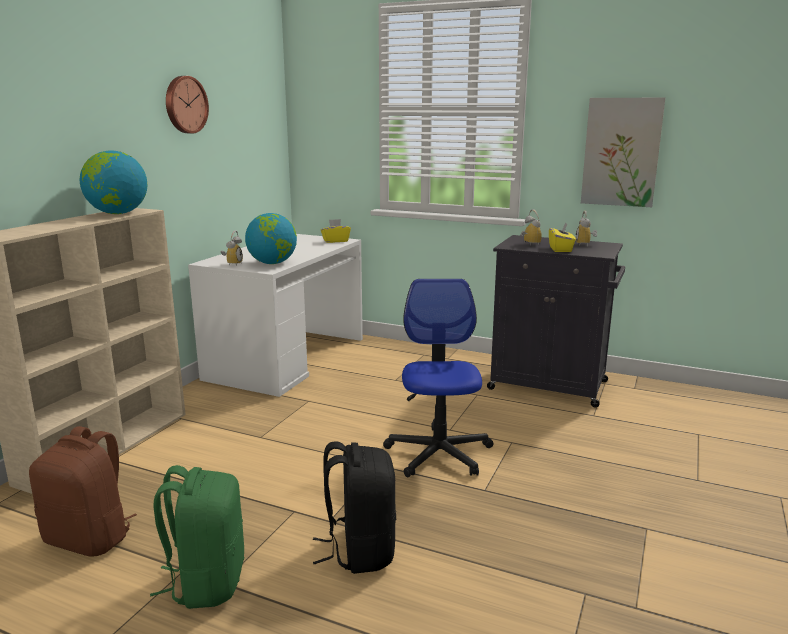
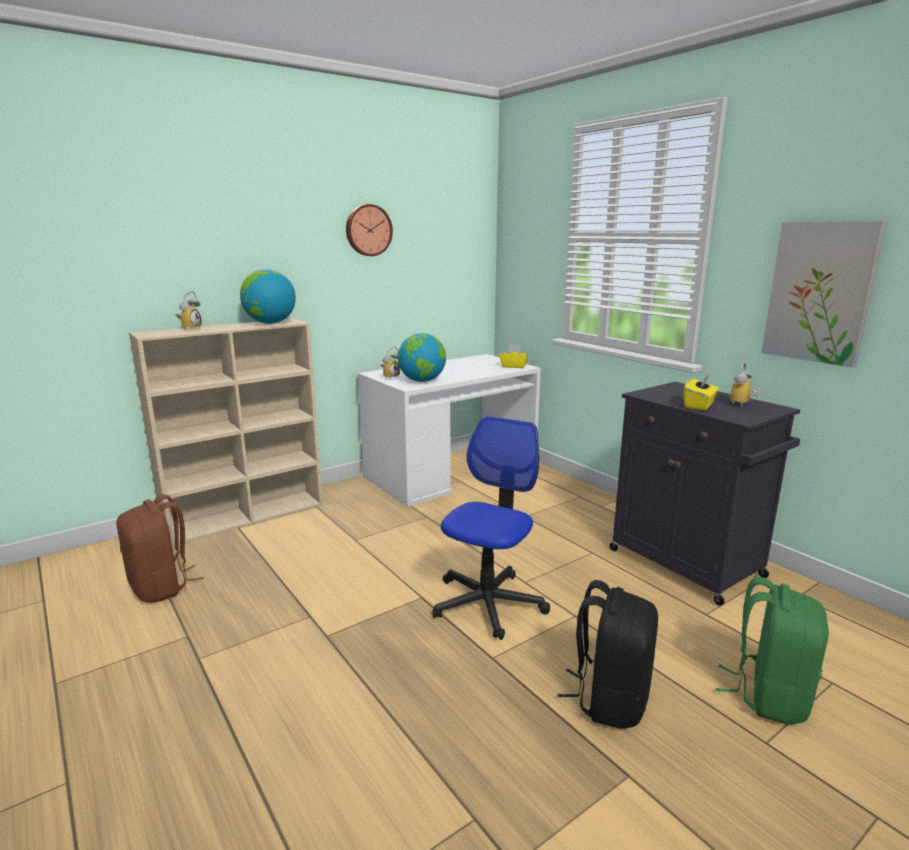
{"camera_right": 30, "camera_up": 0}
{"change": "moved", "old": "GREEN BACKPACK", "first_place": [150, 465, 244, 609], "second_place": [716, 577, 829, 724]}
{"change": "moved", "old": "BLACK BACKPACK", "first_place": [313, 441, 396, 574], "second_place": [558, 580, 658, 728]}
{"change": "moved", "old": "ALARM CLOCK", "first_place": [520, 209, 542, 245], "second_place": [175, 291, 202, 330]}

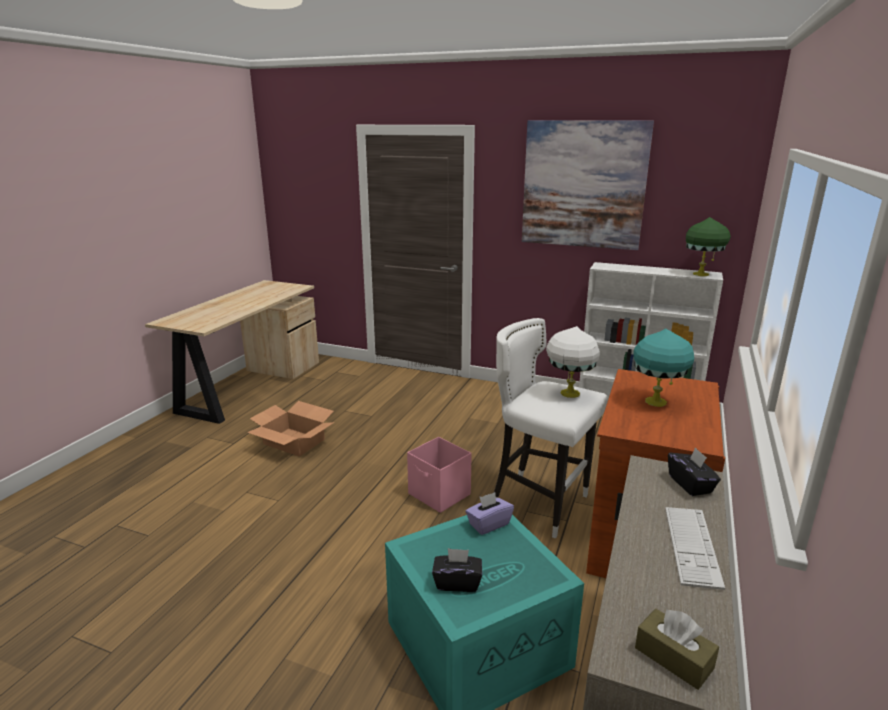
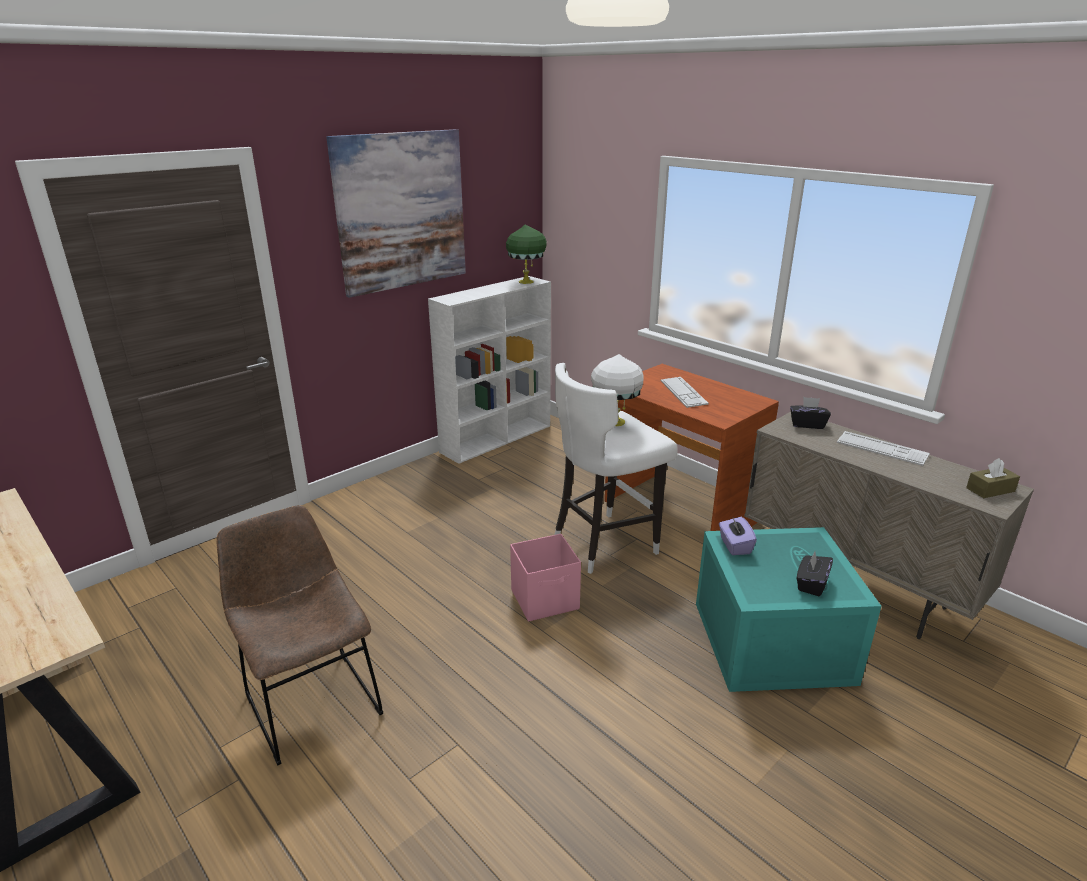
{"camera_right": -65, "camera_up": 5}
{"change": "replaced", "old": "CARDBOARD BOX", "new": "BROWN CHAIR", "first_place": [247, 401, 335, 456], "second_place": [216, 505, 383, 765]}
{"change": "replaced", "old": "TURQUOISE TABLE LAMP", "new": "KEYBOARD", "first_place": [633, 328, 694, 407], "second_place": [661, 377, 709, 408]}

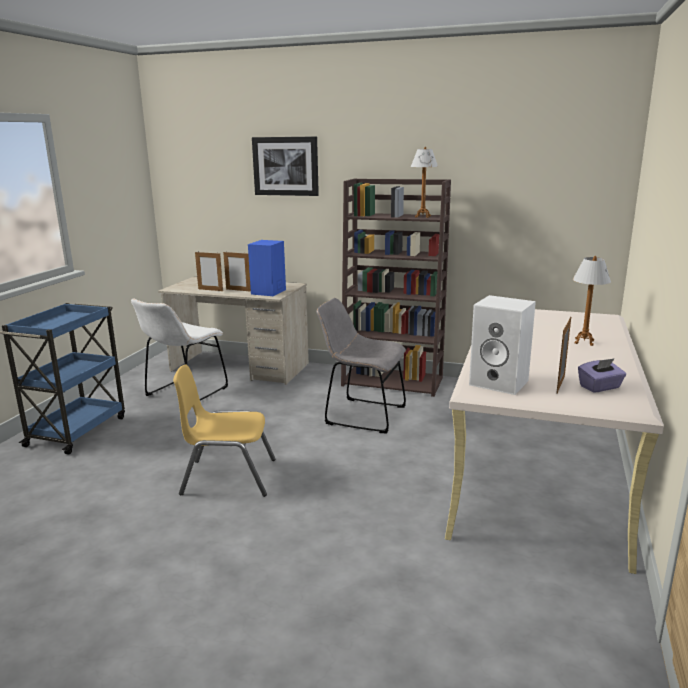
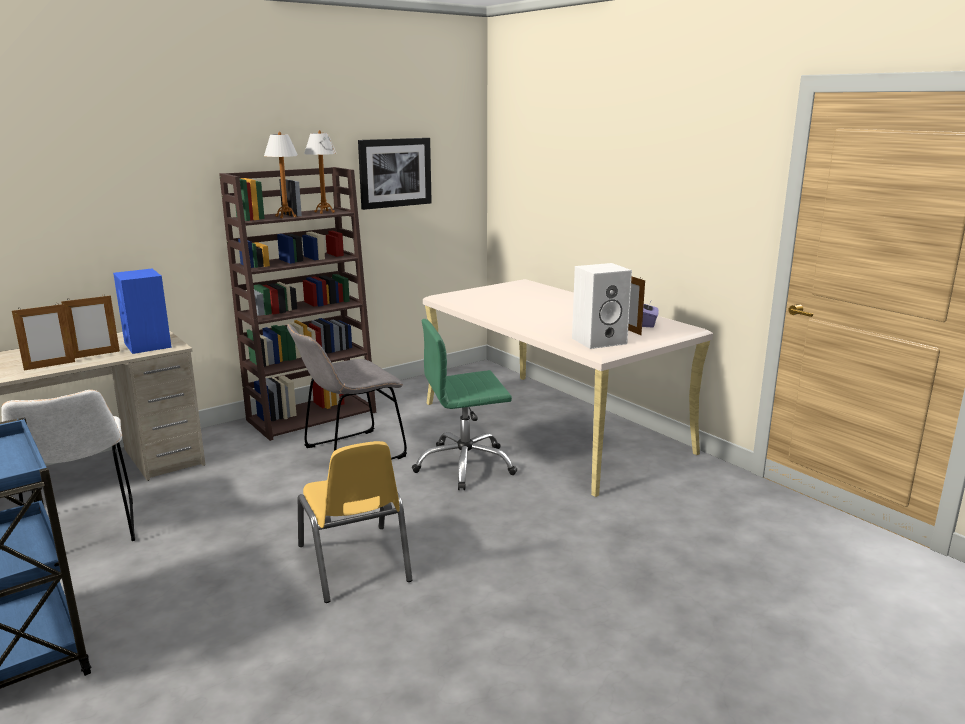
{"camera_right": -55, "camera_up": 0}
{"change": "turned", "old": "YELLOW CHAIR", "first_place": [173, 364, 276, 497], "second_place": [298, 441, 413, 603], "degrees": -60}
{"change": "moved", "old": "PICTURE", "first_place": [252, 136, 319, 196], "second_place": [358, 138, 432, 210]}
{"change": "moved", "old": "TABLE LAMP", "first_place": [573, 256, 611, 346], "second_place": [264, 132, 298, 218]}
{"change": "added", "new": "GREEN OFFICE CHAIR", "second_place": [412, 319, 517, 490]}

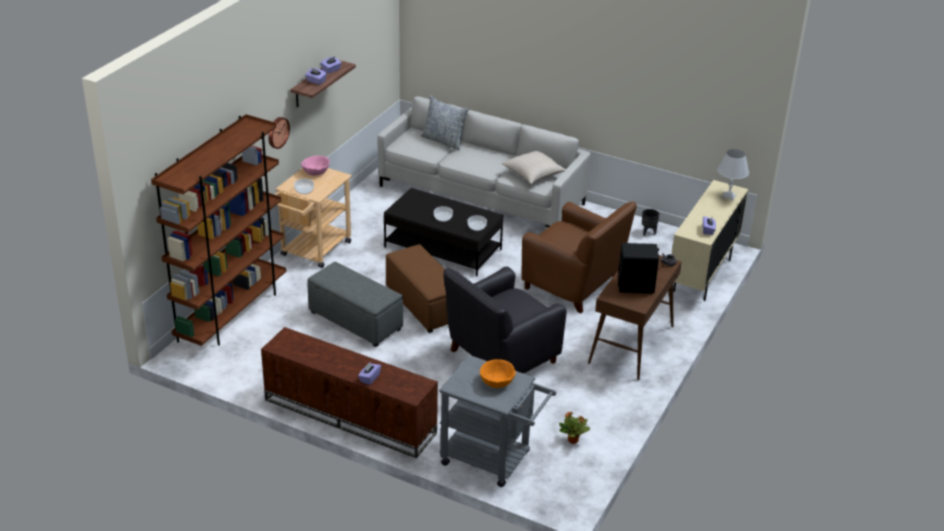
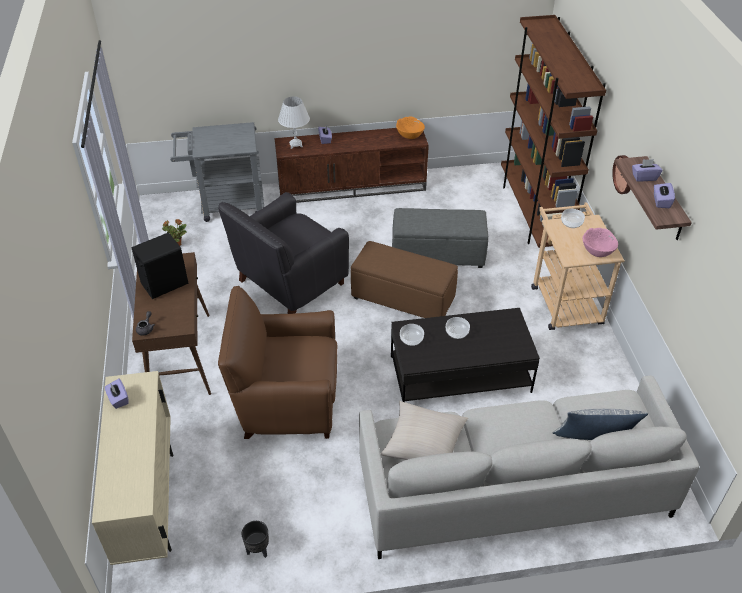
{"camera_right": 145, "camera_up": 10}
{"change": "turned", "old": "BLACK ARMCHAIR", "first_place": [443, 267, 566, 374], "second_place": [218, 192, 349, 314], "degrees": -150}
{"change": "moved", "old": "ORANGE BOWL", "first_place": [480, 359, 516, 388], "second_place": [396, 117, 425, 139]}
{"change": "moved", "old": "WHITE TABLE LAMP", "first_place": [717, 149, 749, 201], "second_place": [278, 97, 310, 149]}

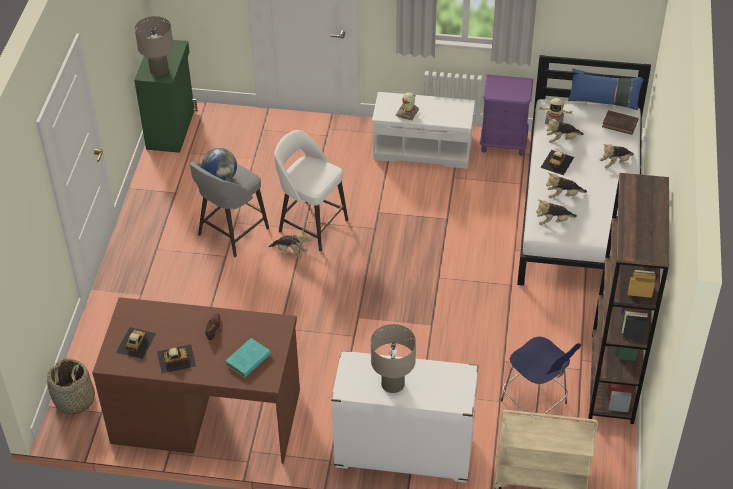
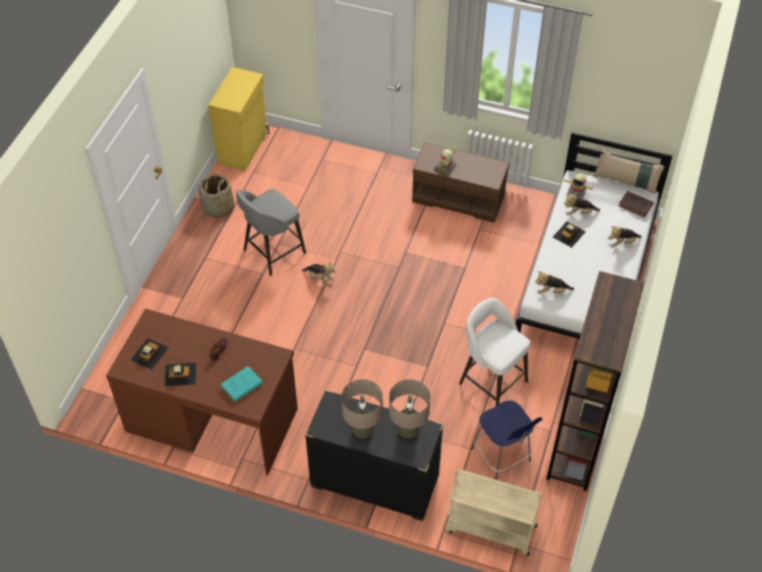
{"camera_right": 10, "camera_up": 5}
{"change": "moved", "old": "BASKET", "first_place": [47, 358, 95, 415], "second_place": [199, 174, 234, 218]}
{"change": "recoloured", "old": "GREEN CABINET", "new": "YELLOW CABINET", "first_place": [134, 40, 198, 153], "second_place": [208, 67, 270, 171]}
{"change": "moved", "old": "BEIGE TABLE LAMP", "first_place": [135, 16, 174, 76], "second_place": [389, 379, 430, 438]}
{"change": "removed", "old": "GLOBE", "first_place": [201, 148, 237, 181]}
{"change": "moved", "old": "WHITE STOOL", "first_place": [274, 130, 348, 251], "second_place": [459, 298, 531, 406]}
{"change": "recoloured", "old": "WHITE DRESSER", "new": "BLACK DRESSER", "first_place": [331, 350, 479, 483], "second_place": [305, 390, 443, 521]}
{"change": "recoloured", "old": "WHITE BENCH", "new": "BROWN BENCH", "first_place": [372, 92, 475, 169], "second_place": [412, 143, 509, 223]}
{"change": "removed", "old": "PURPLE NIGHTSTAND", "first_place": [480, 74, 533, 156]}
{"change": "removed", "old": "PLUSH TOY", "first_place": [546, 173, 587, 198]}
{"change": "recoloured", "old": "BLUE PILLOW", "new": "BEIGE PILLOW", "first_place": [568, 68, 644, 110], "second_place": [594, 147, 665, 194]}

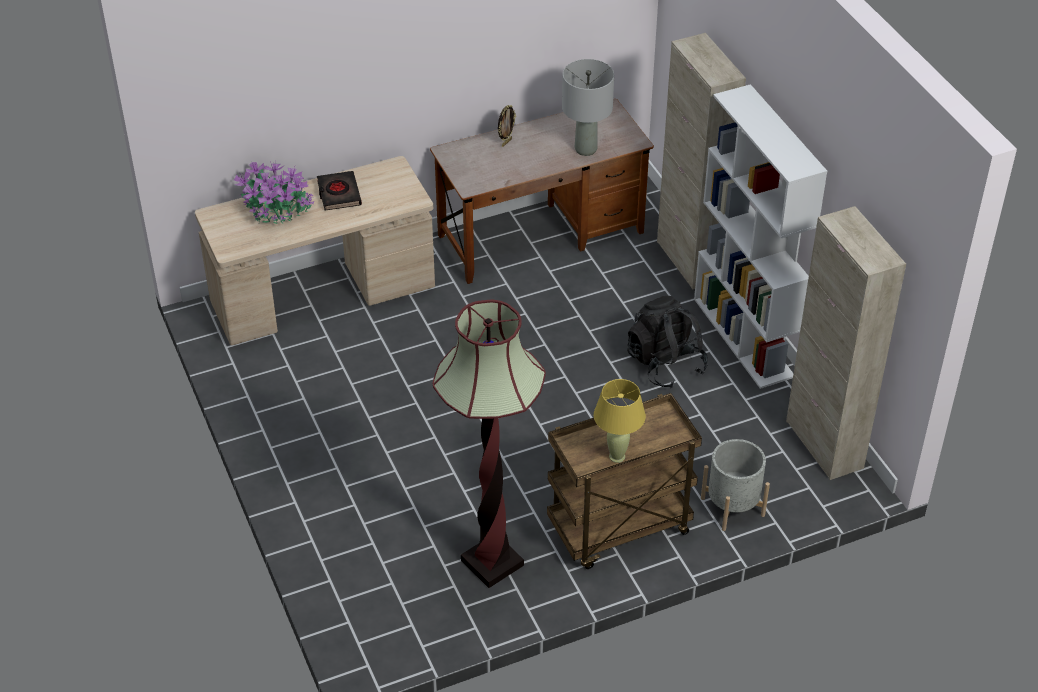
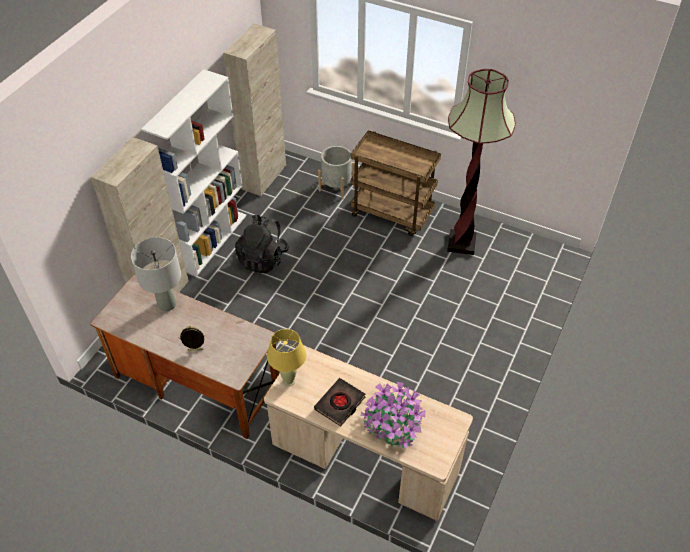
{"camera_right": -130, "camera_up": 5}
{"change": "moved", "old": "YELLOW TABLE LAMP", "first_place": [594, 379, 646, 463], "second_place": [267, 329, 306, 386]}

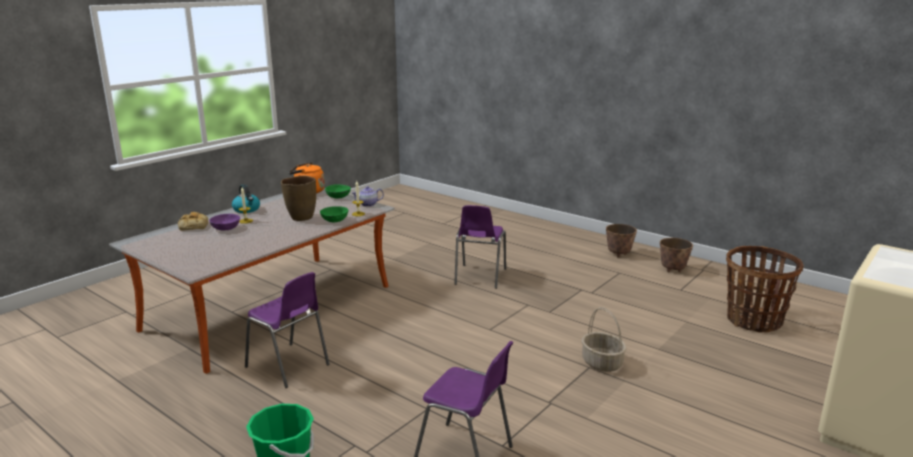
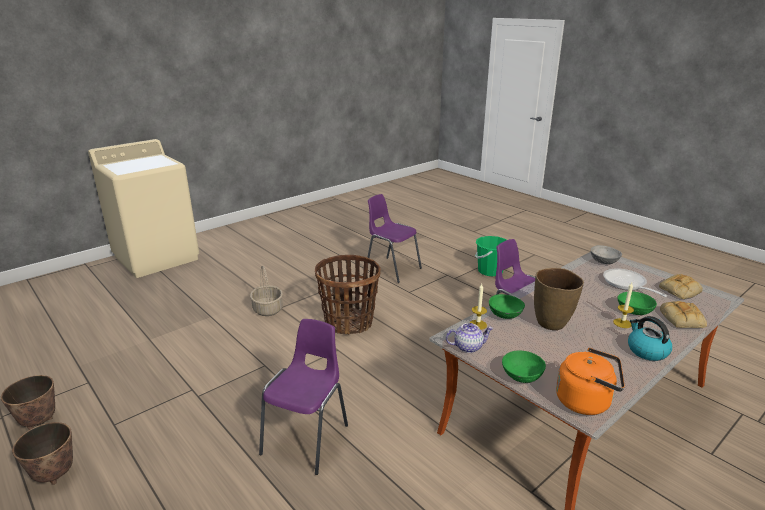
{"camera_right": -170, "camera_up": 5}
{"change": "recoloured", "old": "PURPLE BOWL", "new": "GREEN BOWL", "first_place": [209, 214, 240, 230], "second_place": [617, 291, 657, 315]}
{"change": "moved", "old": "BASKET", "first_place": [726, 246, 804, 332], "second_place": [315, 255, 381, 334]}
{"change": "added", "new": "GREY BOWL", "second_place": [591, 245, 622, 264]}
{"change": "added", "new": "FRYING PAN", "second_place": [603, 268, 667, 297]}
{"change": "added", "new": "BREAD", "second_place": [659, 274, 703, 299]}

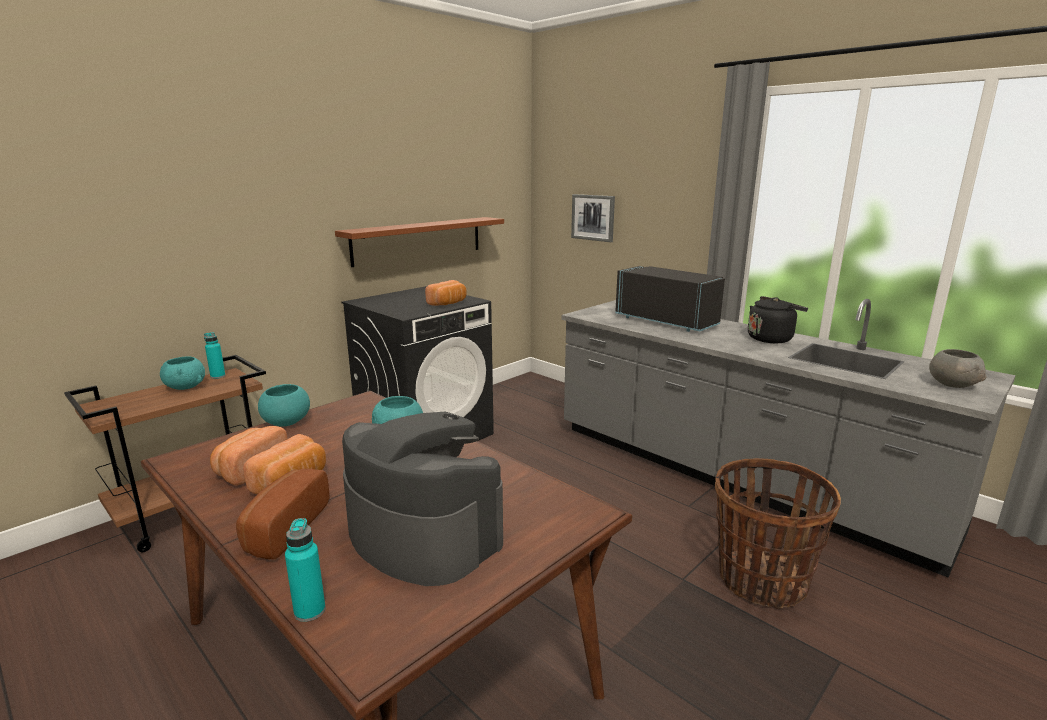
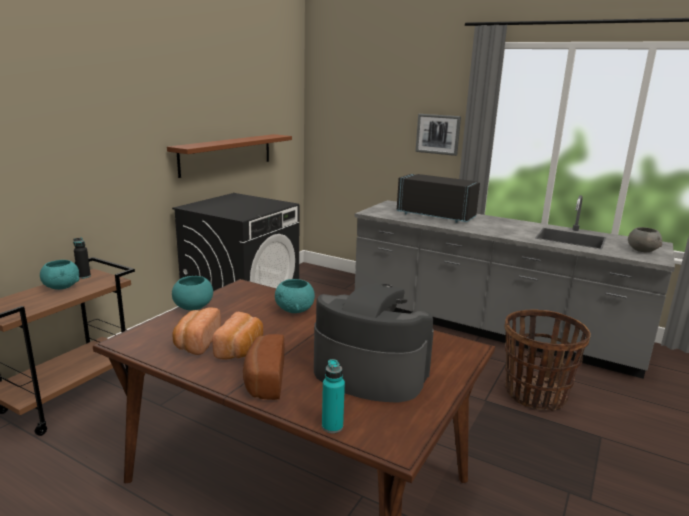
{"camera_right": -15, "camera_up": 0}
{"change": "recoloured", "old": "TURQUOISE BOTTLE", "new": "BLACK BOTTLE", "first_place": [204, 332, 225, 379], "second_place": [73, 237, 91, 279]}
{"change": "removed", "old": "BREAD", "first_place": [425, 280, 467, 306]}
{"change": "moved", "old": "PICTURE", "first_place": [571, 194, 615, 242], "second_place": [415, 114, 461, 156]}
{"change": "removed", "old": "BLACK KETTLE", "first_place": [748, 296, 808, 343]}

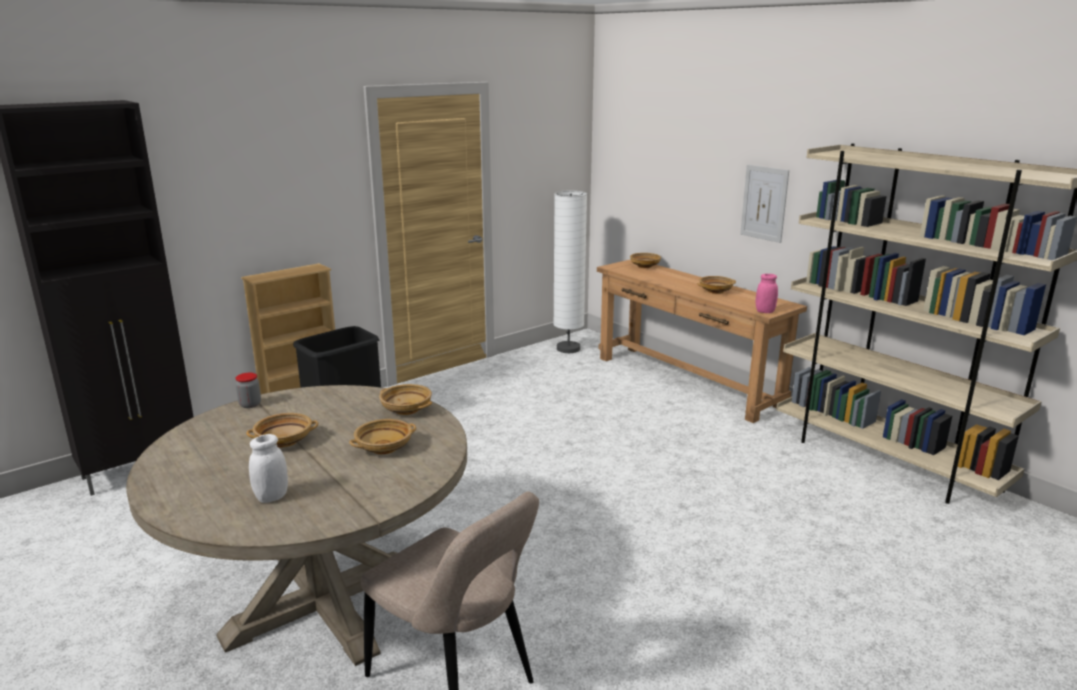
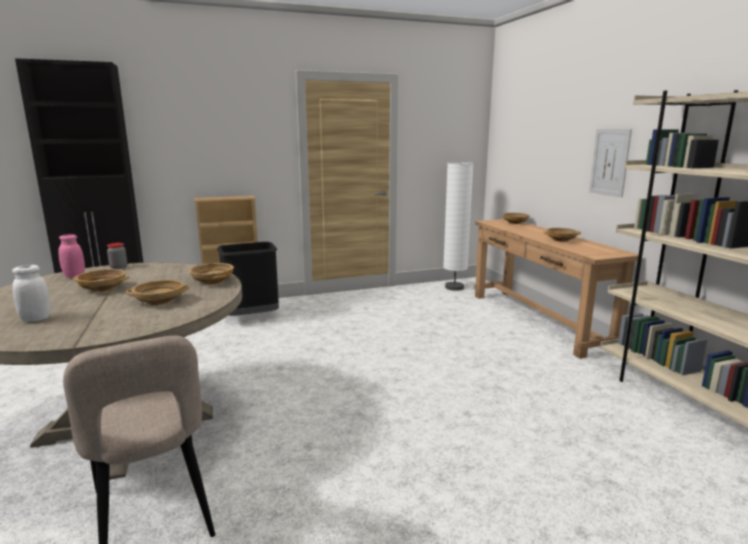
{"camera_right": 20, "camera_up": -5}
{"change": "moved", "old": "PINK JAR", "first_place": [756, 274, 778, 313], "second_place": [58, 234, 85, 278]}

